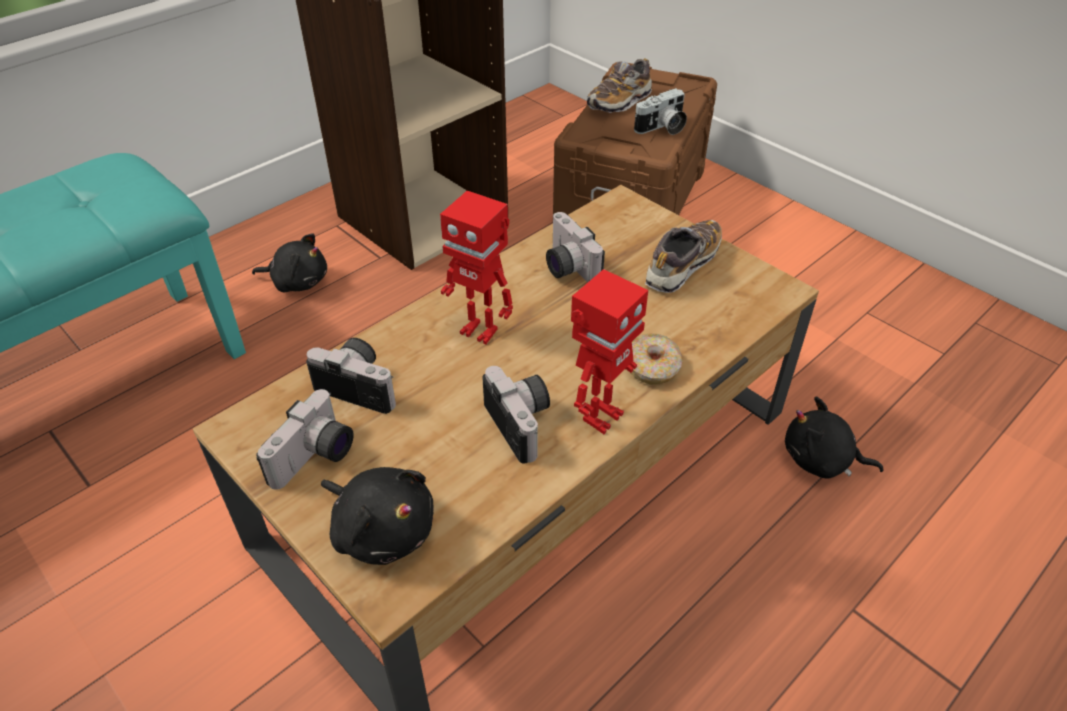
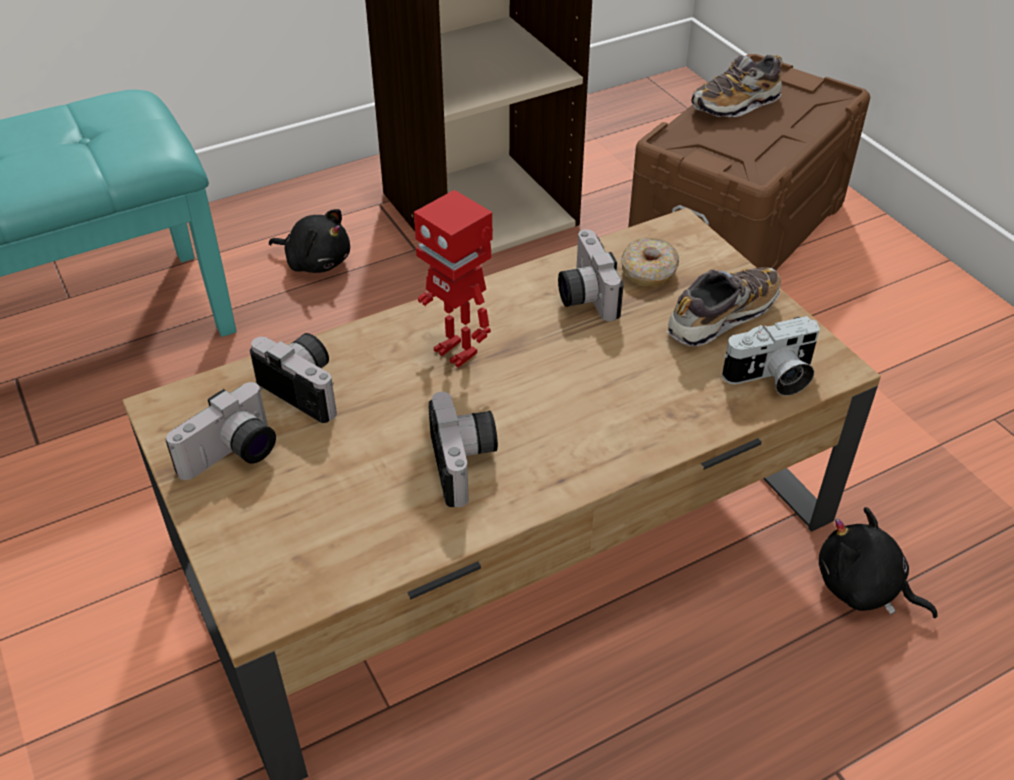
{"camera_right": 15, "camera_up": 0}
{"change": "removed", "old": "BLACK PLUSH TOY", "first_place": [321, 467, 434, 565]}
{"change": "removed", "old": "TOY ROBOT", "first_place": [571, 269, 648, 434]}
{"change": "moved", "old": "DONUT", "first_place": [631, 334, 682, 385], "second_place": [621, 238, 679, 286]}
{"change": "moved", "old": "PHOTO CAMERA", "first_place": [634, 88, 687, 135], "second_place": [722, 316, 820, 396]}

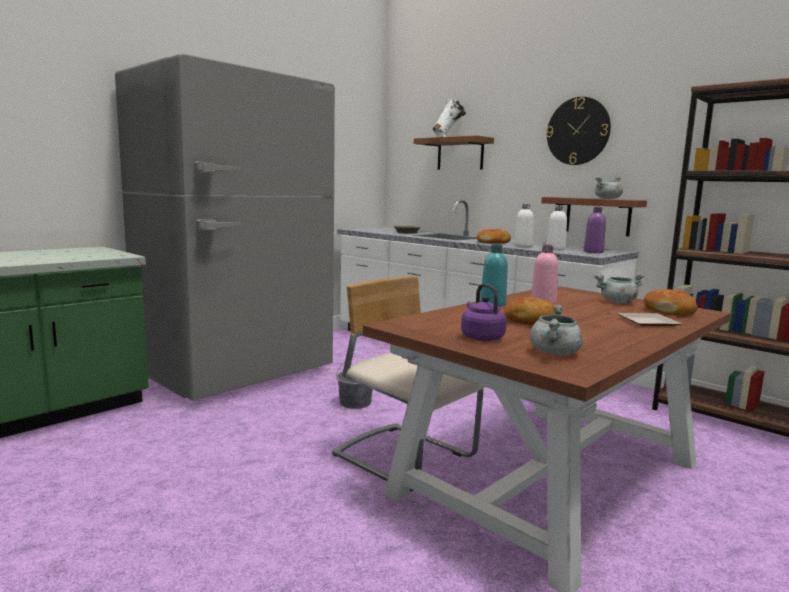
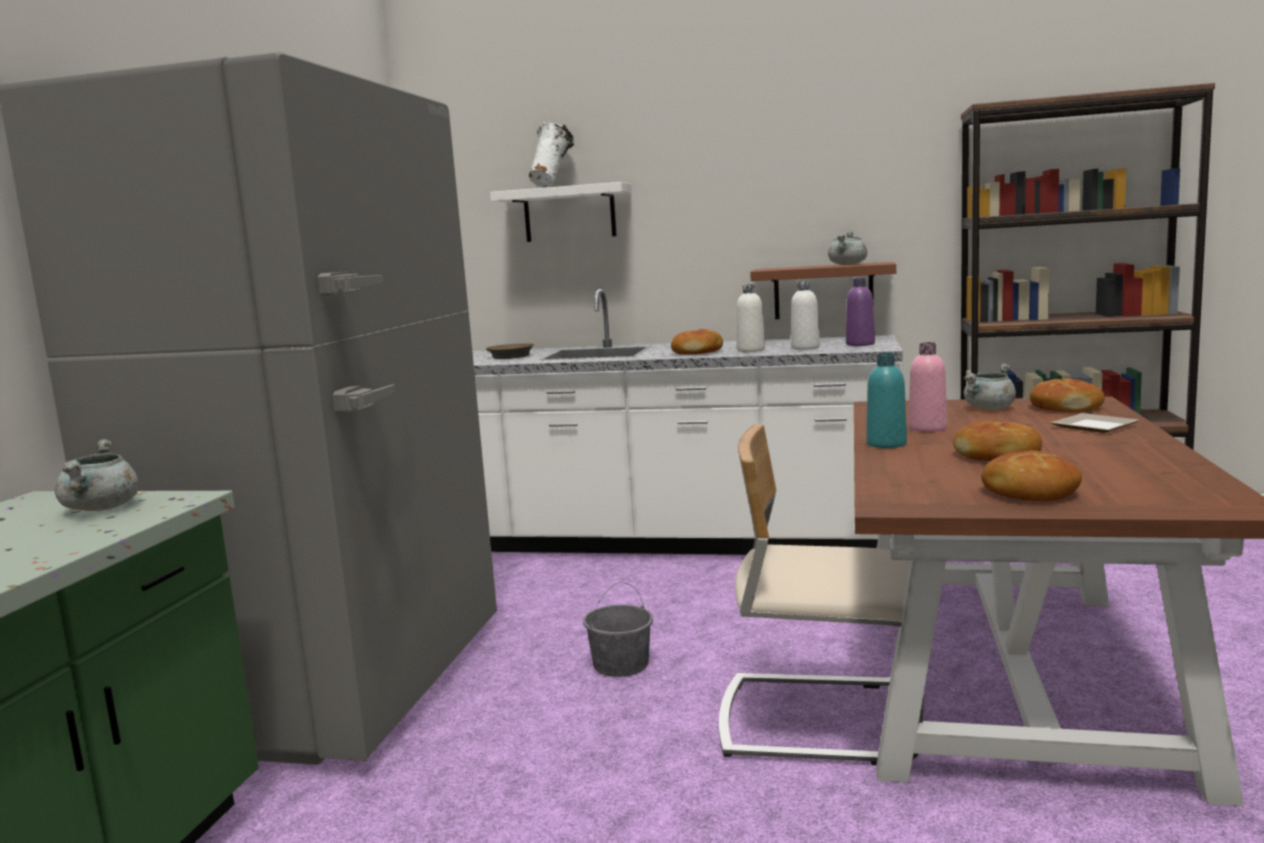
{"camera_right": -30, "camera_up": 0}
{"change": "recoloured", "old": "BROWN SHELF", "new": "WHITE SHELF", "first_place": [414, 135, 494, 170], "second_place": [490, 182, 632, 242]}
{"change": "replaced", "old": "PURPLE KETTLE", "new": "BREAD", "first_place": [461, 284, 507, 341], "second_place": [981, 450, 1082, 501]}
{"change": "moved", "old": "GREY COOKING POT", "first_place": [530, 304, 583, 356], "second_place": [55, 439, 139, 511]}
{"change": "removed", "old": "WALL CLOCK", "first_place": [546, 97, 611, 165]}

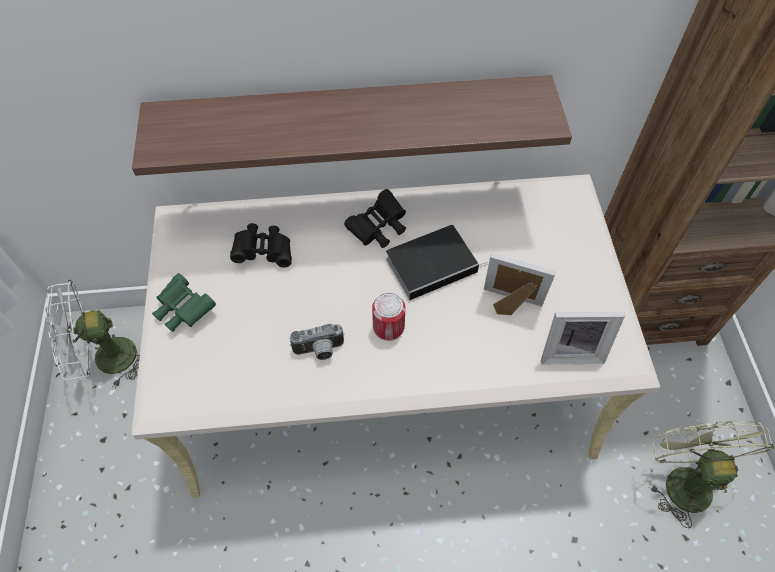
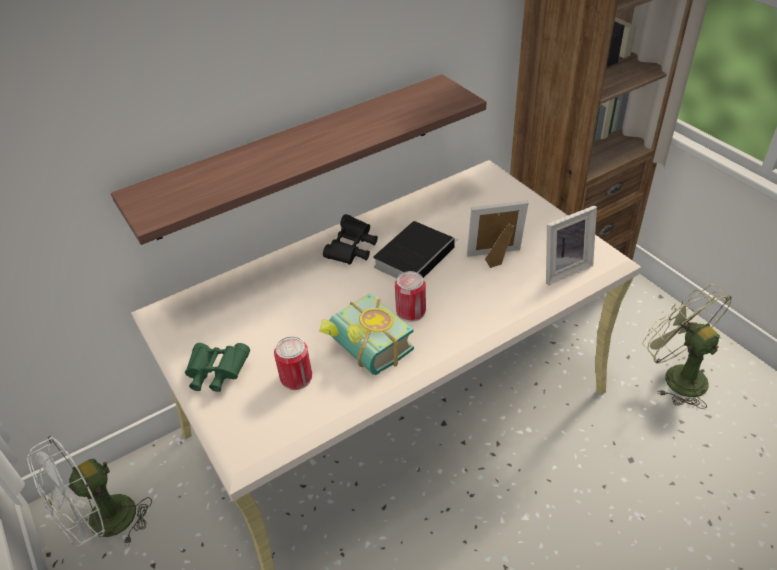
{"camera_right": -25, "camera_up": -15}
{"change": "removed", "old": "BLACK BINOCULARS", "first_place": [230, 223, 292, 268]}
{"change": "replaced", "old": "PHOTO CAMERA", "new": "BOOK", "first_place": [290, 324, 344, 360], "second_place": [319, 294, 414, 375]}
{"change": "added", "new": "CAN", "second_place": [274, 336, 312, 390]}

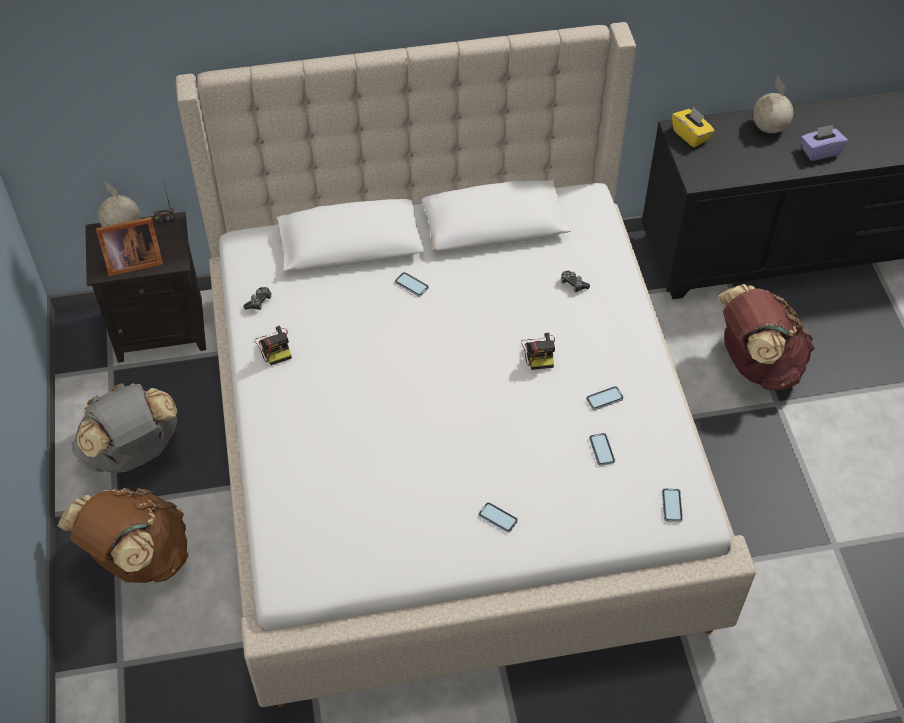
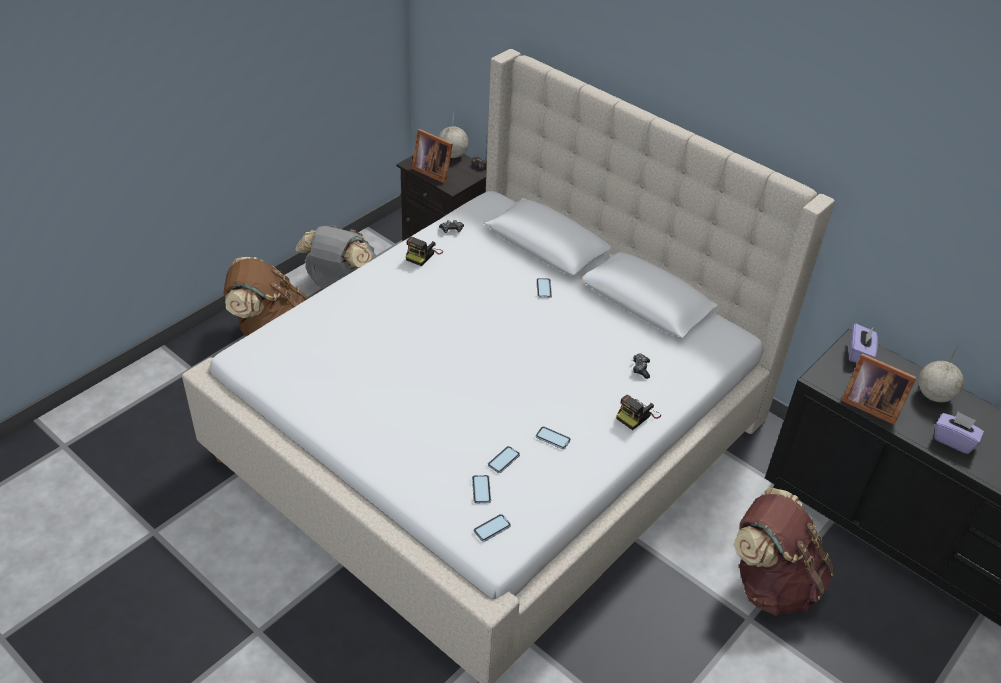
{"camera_right": 50, "camera_up": -10}
{"change": "moved", "old": "PHONE", "first_place": [479, 502, 518, 533], "second_place": [472, 475, 491, 504]}
{"change": "moved", "old": "PHOTO CAMERA", "first_place": [521, 333, 555, 370], "second_place": [617, 395, 661, 430]}
{"change": "recoloured", "old": "YELLOW TISSUE BOX", "new": "PURPLE TISSUE BOX", "first_place": [672, 106, 715, 148], "second_place": [849, 323, 878, 363]}
{"change": "added", "new": "PICTURE FRAME", "second_place": [841, 353, 917, 425]}

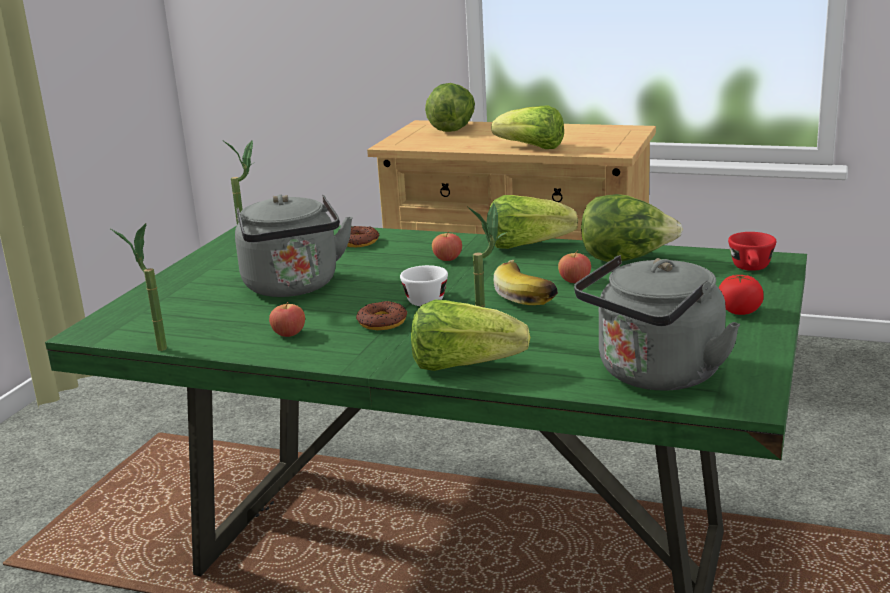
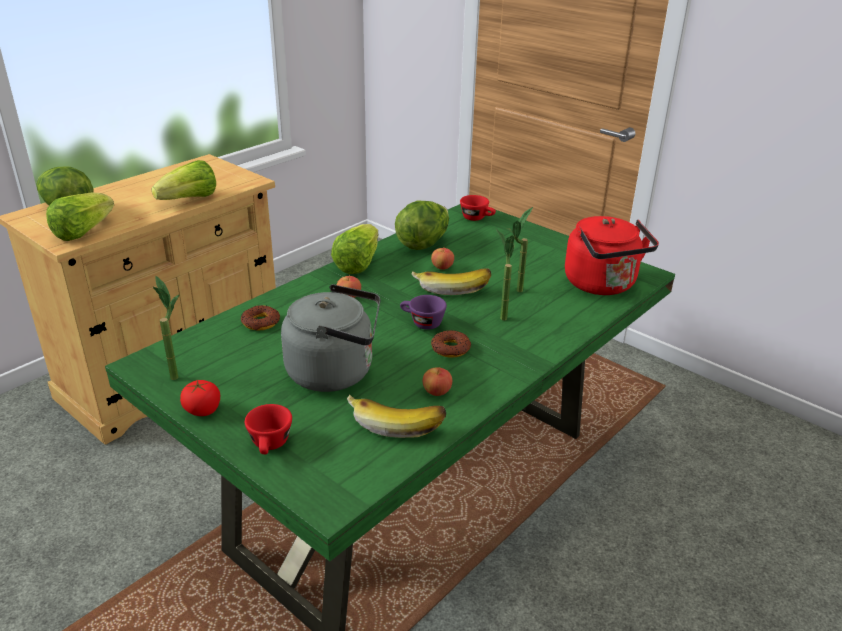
{"camera_right": -70, "camera_up": 10}
{"change": "moved", "old": "POTTED PLANT", "first_place": [111, 223, 167, 351], "second_place": [506, 207, 533, 292]}
{"change": "recoloured", "old": "WHITE CUP", "new": "PURPLE CUP", "first_place": [400, 265, 448, 306], "second_place": [400, 295, 447, 330]}
{"change": "moved", "old": "LETTUCE", "first_place": [411, 300, 530, 371], "second_place": [46, 193, 114, 241]}
{"change": "recoloured", "old": "GREY KETTLE", "new": "RED KETTLE", "first_place": [574, 255, 740, 390], "second_place": [565, 216, 659, 295]}
{"change": "moved", "old": "TOMATO", "first_place": [719, 274, 764, 315], "second_place": [180, 380, 220, 416]}
{"change": "added", "new": "RED CUP", "second_place": [245, 404, 292, 454]}
{"change": "added", "new": "BANANA", "second_place": [347, 395, 446, 438]}

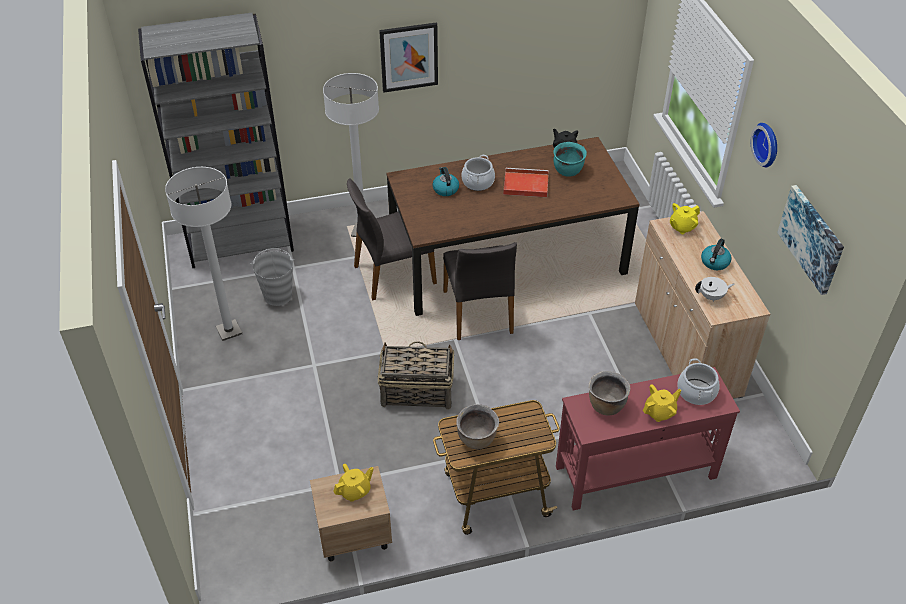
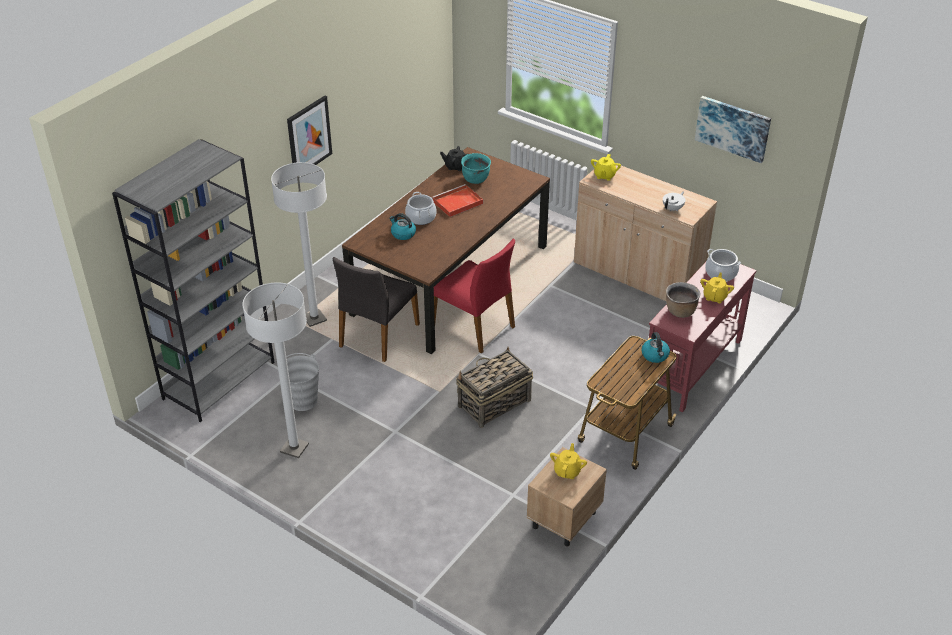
{"camera_right": -40, "camera_up": -5}
{"change": "recoloured", "old": "GREY CHAIR", "new": "RED CHAIR", "first_place": [443, 242, 517, 340], "second_place": [434, 239, 515, 354]}
{"change": "removed", "old": "BROWN COOKING POT", "first_place": [456, 404, 499, 449]}
{"change": "moved", "old": "KETTLE", "first_place": [701, 239, 732, 270], "second_place": [641, 332, 670, 363]}
{"change": "removed", "old": "WALL CLOCK", "first_place": [751, 123, 777, 167]}

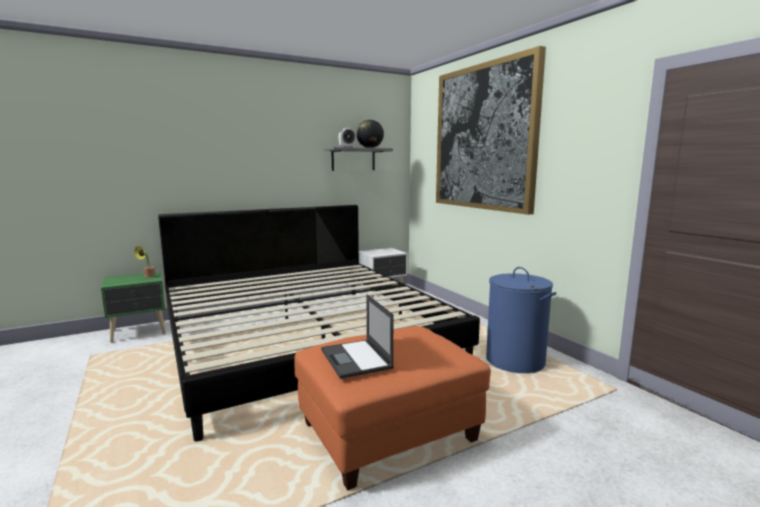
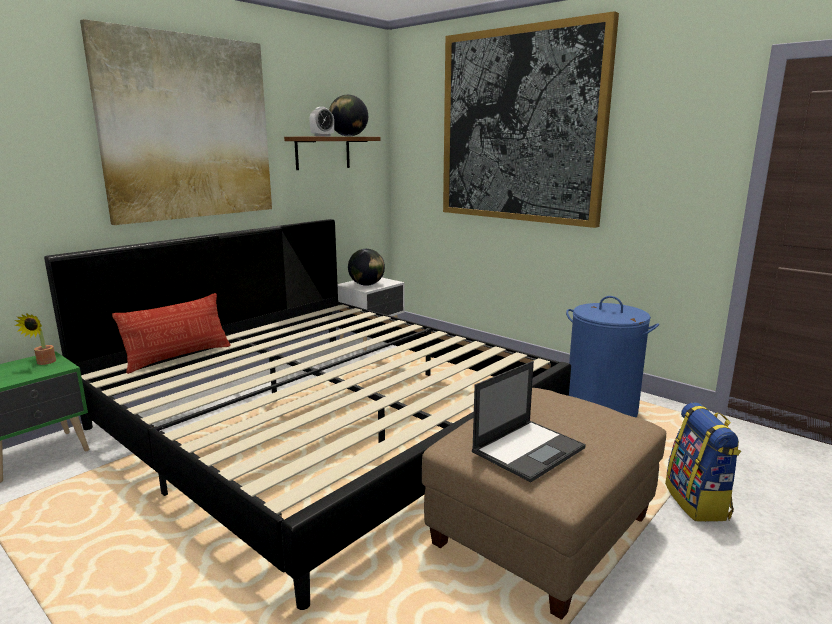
{"camera_right": -20, "camera_up": 5}
{"change": "recoloured", "old": "ORANGE OTTOMAN", "new": "BEIGE OTTOMAN", "first_place": [294, 326, 491, 490], "second_place": [422, 388, 666, 620]}
{"change": "turned", "old": "LAPTOP", "first_place": [321, 294, 394, 379], "second_place": [472, 361, 586, 482], "degrees": -90}
{"change": "recoloured", "old": "GREY SHELF", "new": "BROWN SHELF", "first_place": [324, 147, 393, 171], "second_place": [284, 137, 381, 170]}
{"change": "added", "new": "PICTURE", "second_place": [80, 19, 272, 225]}
{"change": "added", "new": "PILLOW", "second_place": [112, 293, 231, 374]}
{"change": "added", "new": "GLOBE", "second_place": [348, 249, 385, 286]}
{"change": "added", "new": "BACKPACK", "second_place": [665, 402, 741, 522]}

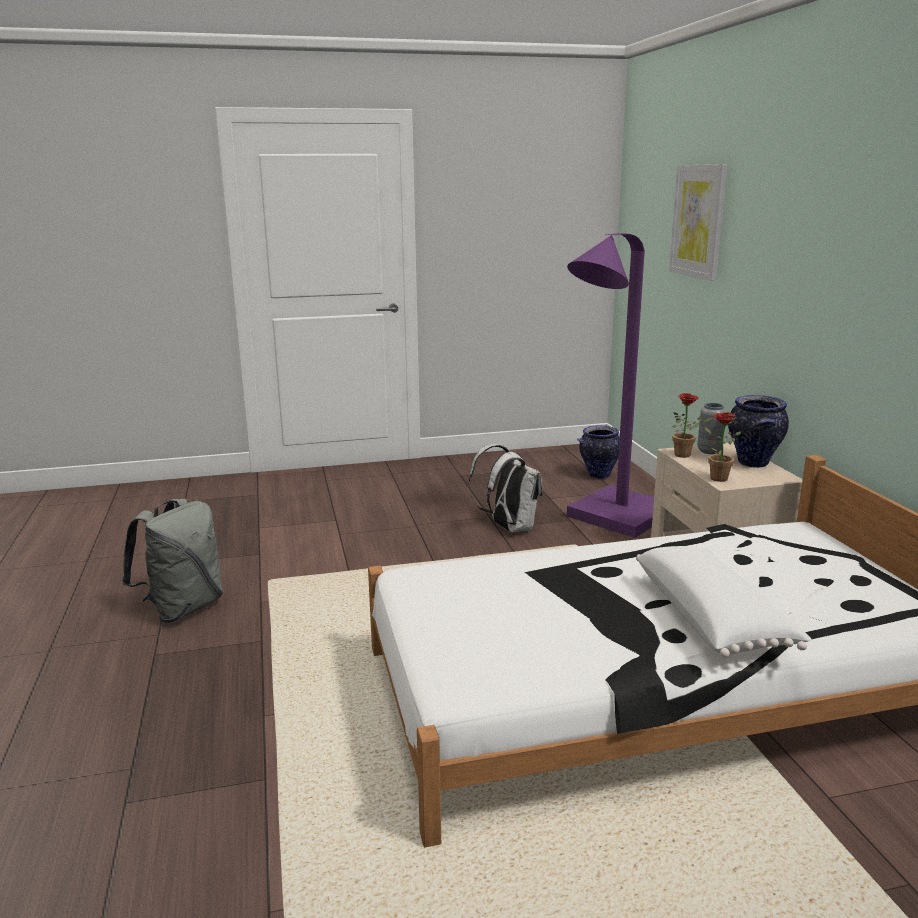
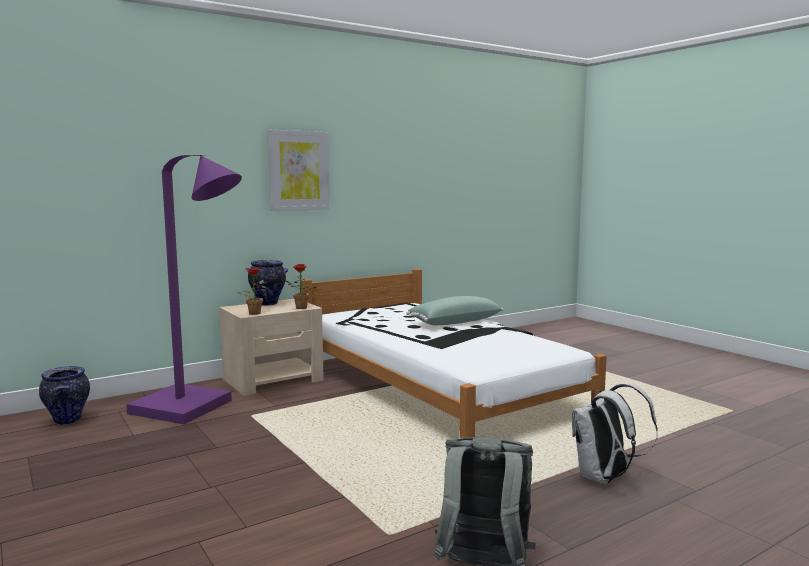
{"camera_right": -110, "camera_up": -10}
{"change": "moved", "old": "WHITE BACKPACK", "first_place": [469, 444, 543, 533], "second_place": [571, 384, 658, 484]}
{"change": "recoloured", "old": "WHITE PILLOW", "new": "GREEN PILLOW", "first_place": [636, 546, 811, 658], "second_place": [406, 296, 504, 325]}
{"change": "moved", "old": "PICTURE", "first_place": [669, 164, 727, 281], "second_place": [267, 130, 330, 211]}
{"change": "removed", "old": "GREY VASE", "first_place": [697, 403, 726, 454]}

